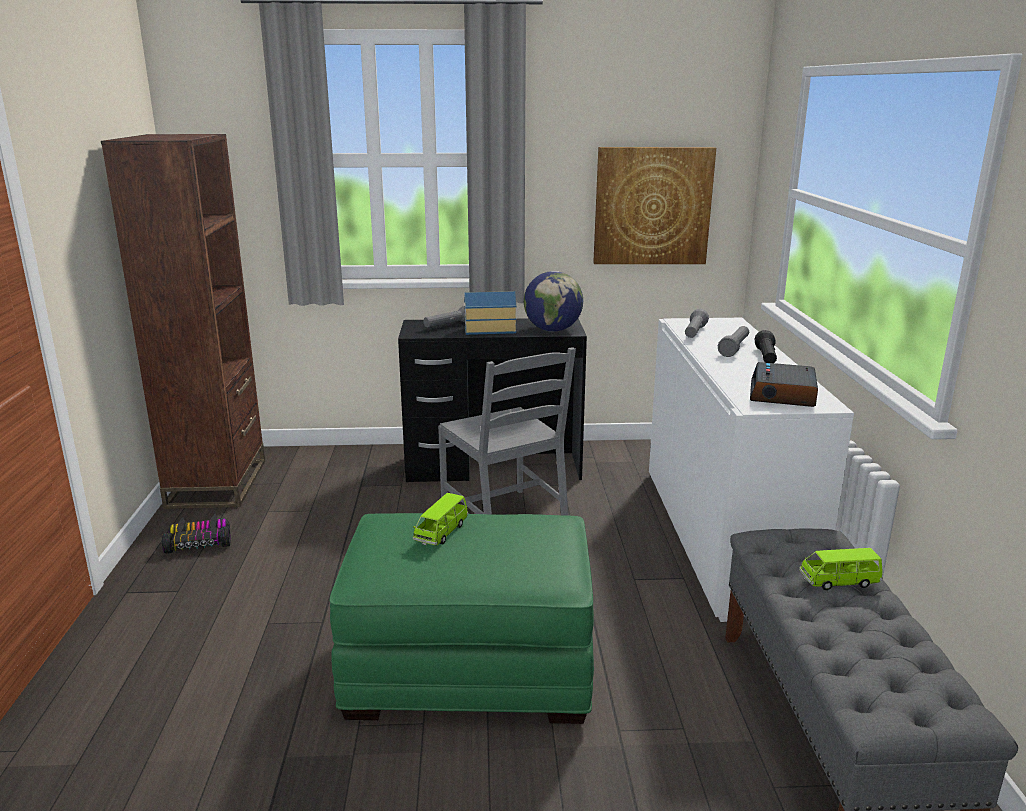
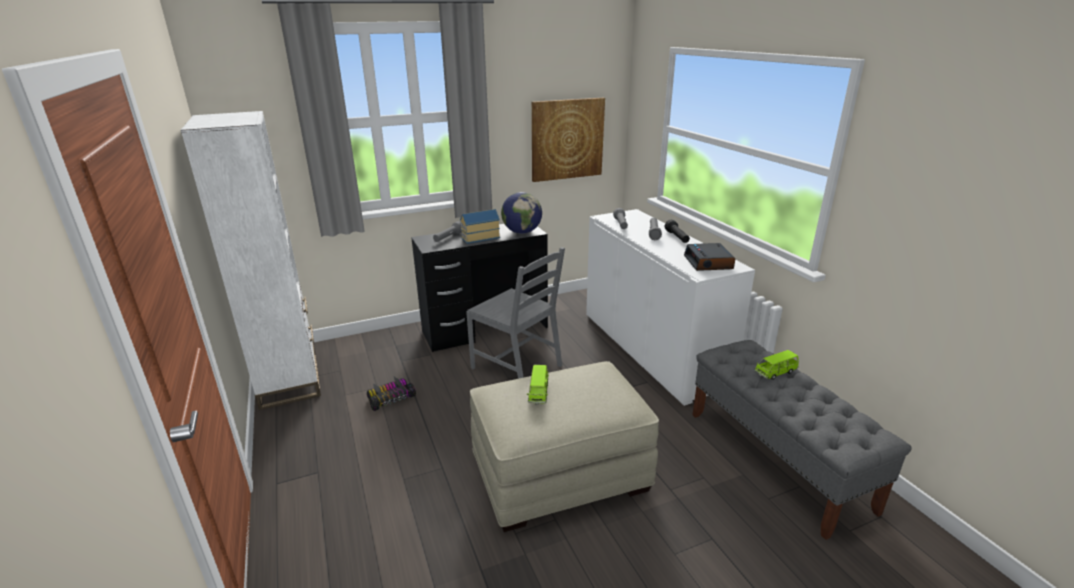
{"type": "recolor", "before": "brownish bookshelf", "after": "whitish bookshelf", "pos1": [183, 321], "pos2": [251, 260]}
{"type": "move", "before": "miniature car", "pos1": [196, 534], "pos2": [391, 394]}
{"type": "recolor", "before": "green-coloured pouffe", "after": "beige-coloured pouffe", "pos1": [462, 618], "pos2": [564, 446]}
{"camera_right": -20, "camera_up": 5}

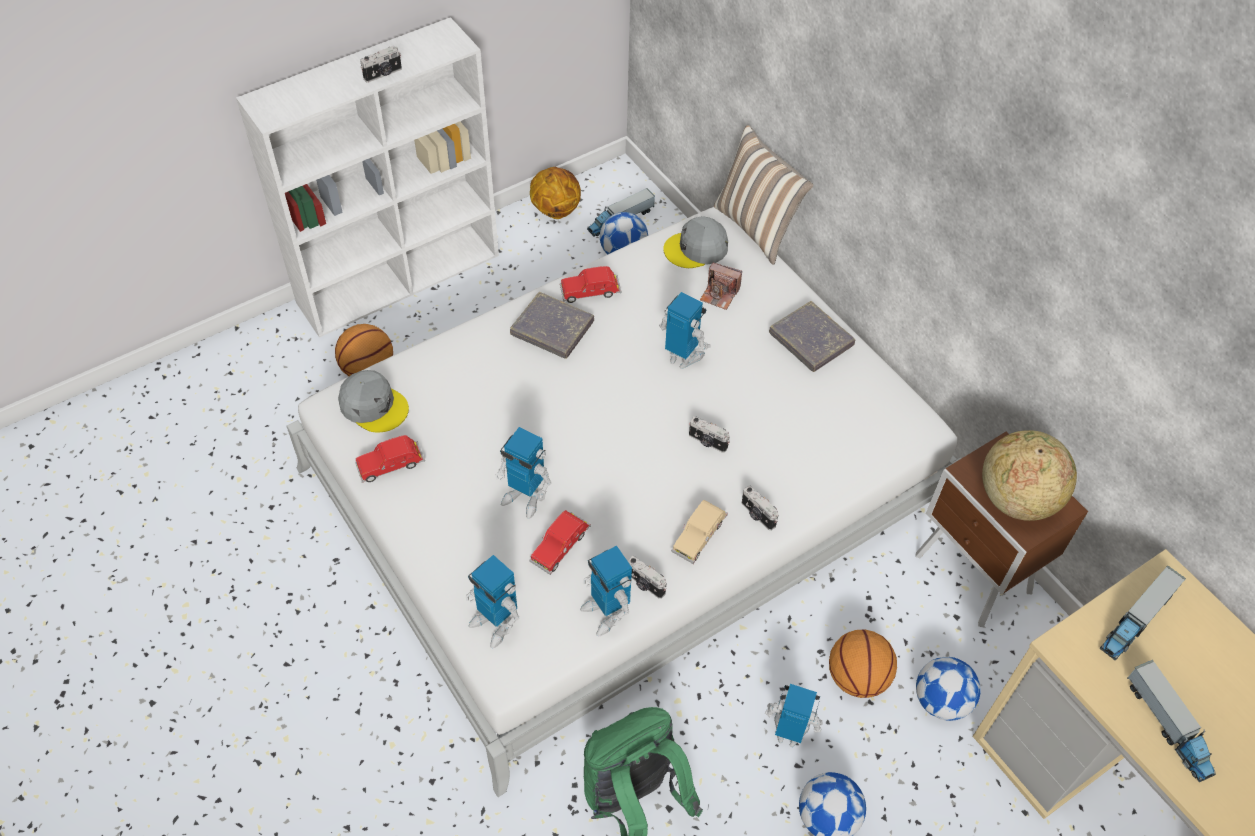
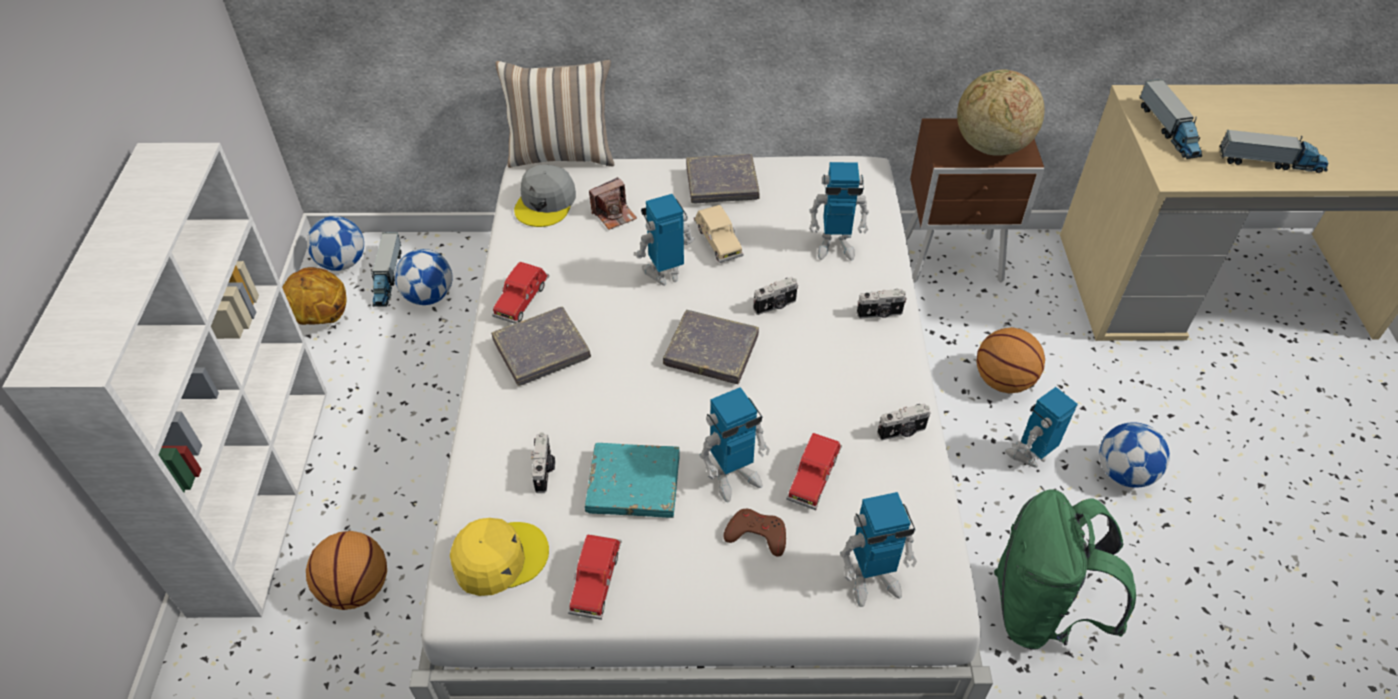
{"type": "move", "before": "ball for football", "pos1": [948, 689], "pos2": [335, 243]}
{"type": "recolor", "before": "gray baseball cap", "after": "yellow baseball cap", "pos1": [373, 401], "pos2": [499, 557]}
{"type": "move", "before": "photo camera", "pos1": [381, 64], "pos2": [543, 462]}
{"type": "insert", "after": "turquoise book", "pos2": [632, 480]}
{"type": "insert", "after": "gray book", "pos2": [711, 347]}
{"type": "move", "before": "beige-coloured miniature car", "pos1": [699, 532], "pos2": [719, 234]}
{"type": "insert", "after": "brownish joypad", "pos2": [755, 533]}
{"type": "rotate", "before": "red miniature car", "pos1": [560, 542], "pos2": [814, 471], "turn": 45}
{"type": "move", "before": "toy robot", "pos1": [606, 590], "pos2": [839, 211]}
{"camera_right": -55, "camera_up": -5}

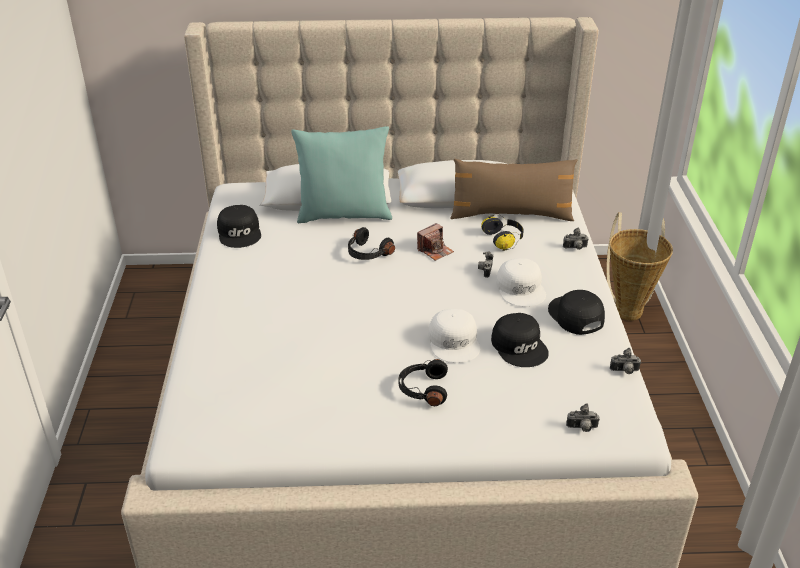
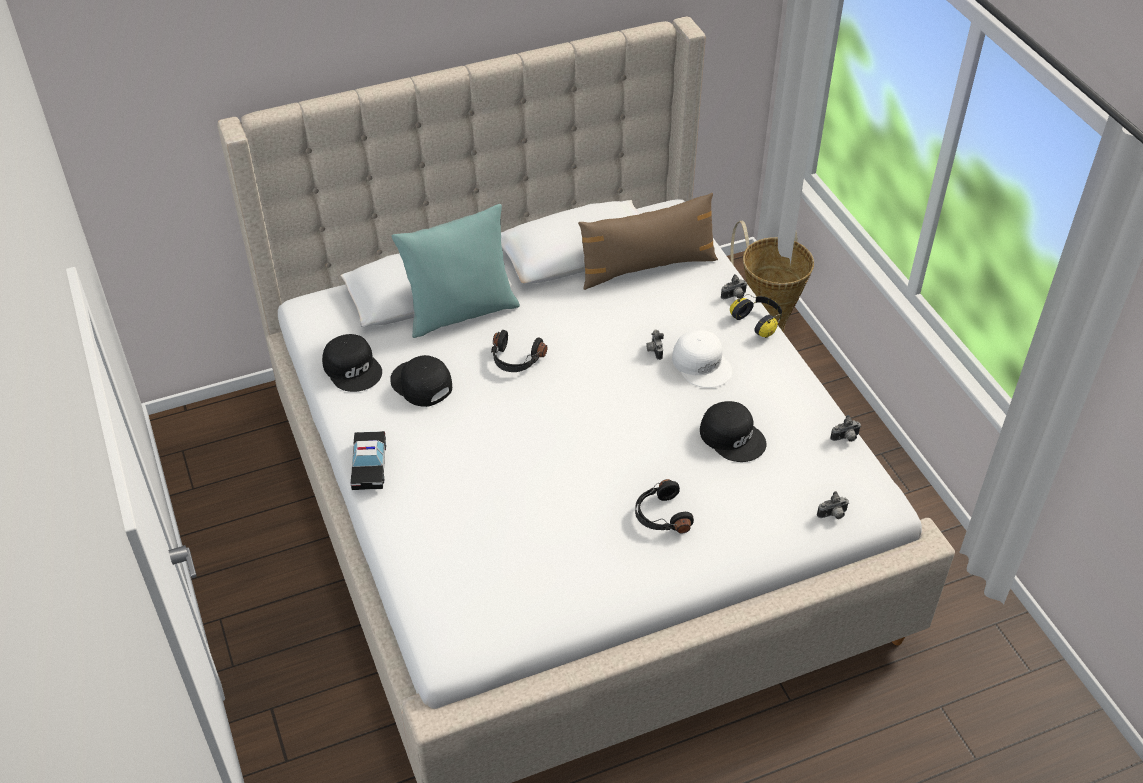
{"type": "insert", "after": "miniature car", "pos2": [368, 460]}
{"type": "move", "before": "black baseball cap", "pos1": [576, 312], "pos2": [421, 381]}
{"type": "move", "before": "pair of headphones", "pos1": [502, 232], "pos2": [756, 316]}
{"type": "delete", "before": "photo camera", "pos1": [435, 242]}
{"type": "delete", "before": "whitish baseball cap", "pos1": [454, 336]}
{"camera_right": -20, "camera_up": 10}

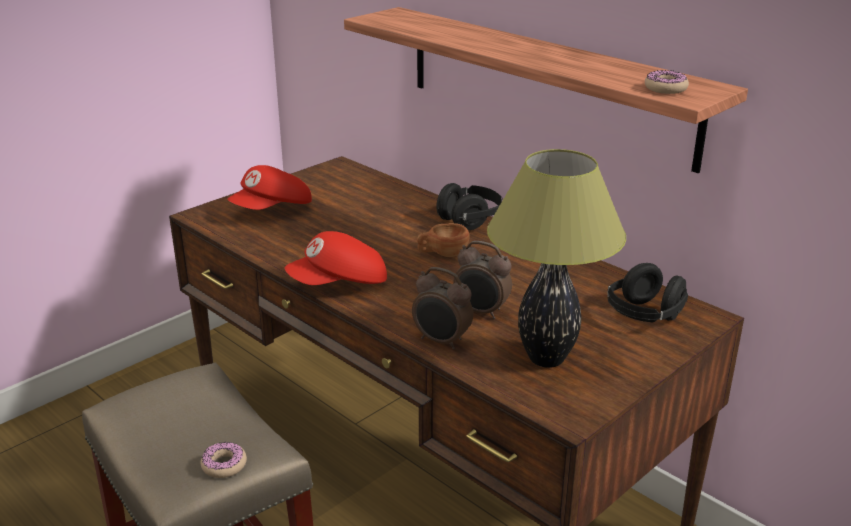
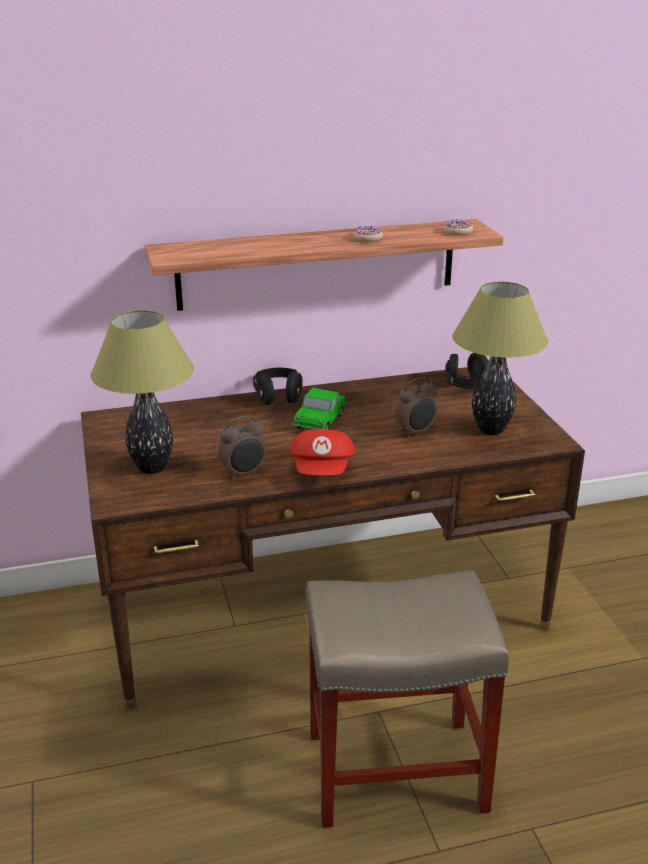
{"type": "replace", "before": "red baseball cap", "after": "table lamp", "pos1": [269, 187], "pos2": [142, 392]}
{"type": "move", "before": "table clock", "pos1": [442, 308], "pos2": [242, 447]}
{"type": "replace", "before": "brownish small cup", "after": "miniature car", "pos1": [443, 240], "pos2": [319, 409]}
{"type": "move", "before": "ring doughnut", "pos1": [223, 460], "pos2": [368, 234]}
{"camera_right": -60, "camera_up": 0}

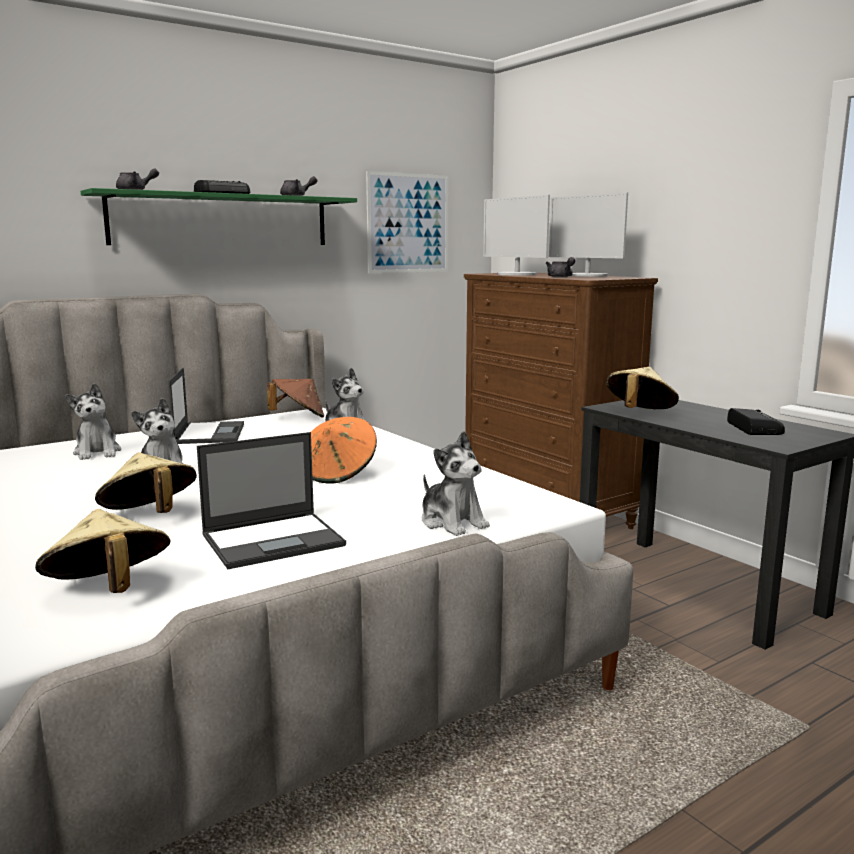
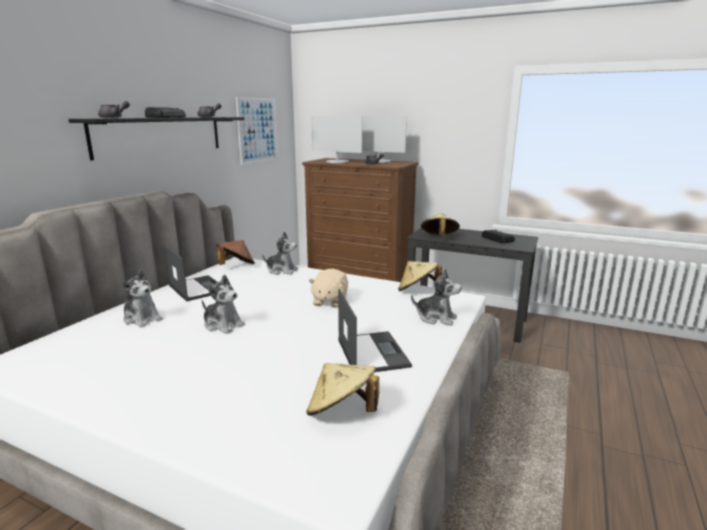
{"type": "recolor", "before": "green-coloured shelf", "after": "black shelf", "pos1": [218, 216], "pos2": [156, 138]}
{"type": "replace", "before": "orange-coloured clothing hat", "after": "beige-coloured plush toy", "pos1": [344, 450], "pos2": [328, 288]}
{"type": "rotate", "before": "portable computer", "pos1": [271, 500], "pos2": [375, 330], "turn": -45}
{"type": "move", "before": "beige-coloured clothing hat", "pos1": [146, 482], "pos2": [420, 276]}
{"camera_right": -30, "camera_up": 5}

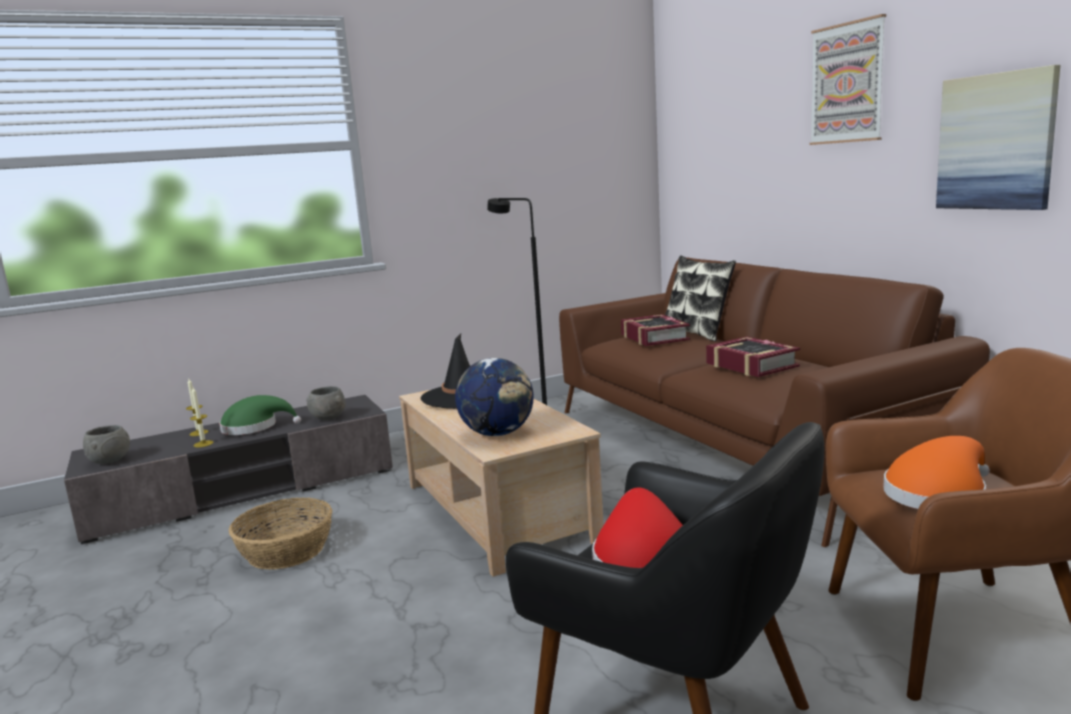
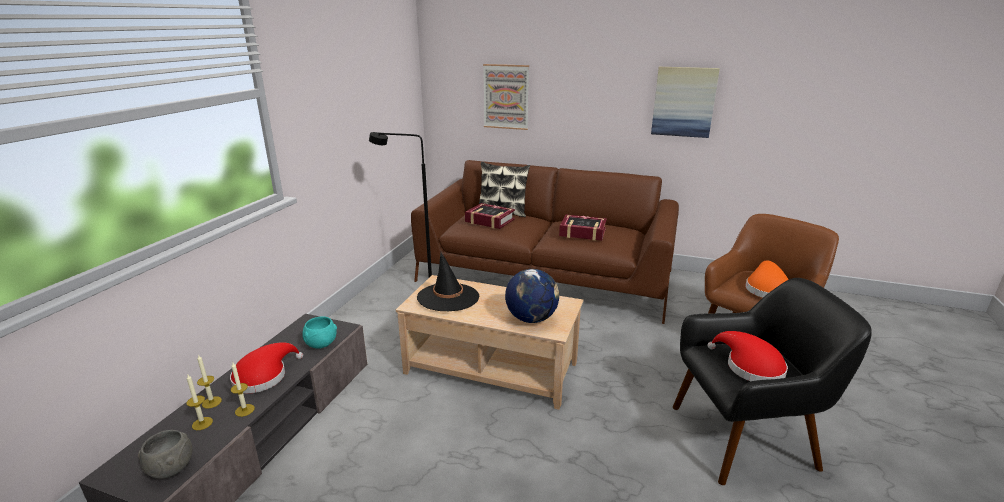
{"type": "insert", "after": "wax light", "pos2": [200, 402]}
{"type": "recolor", "before": "green-coloured clothing hat", "after": "red clothing hat", "pos1": [260, 415], "pos2": [266, 367]}
{"type": "recolor", "before": "gray serving bowl", "after": "turquoise serving bowl", "pos1": [326, 403], "pos2": [319, 332]}
{"type": "move", "before": "wall picture", "pos1": [847, 79], "pos2": [506, 97]}
{"type": "delete", "before": "basket", "pos1": [280, 534]}
{"camera_right": -45, "camera_up": 10}

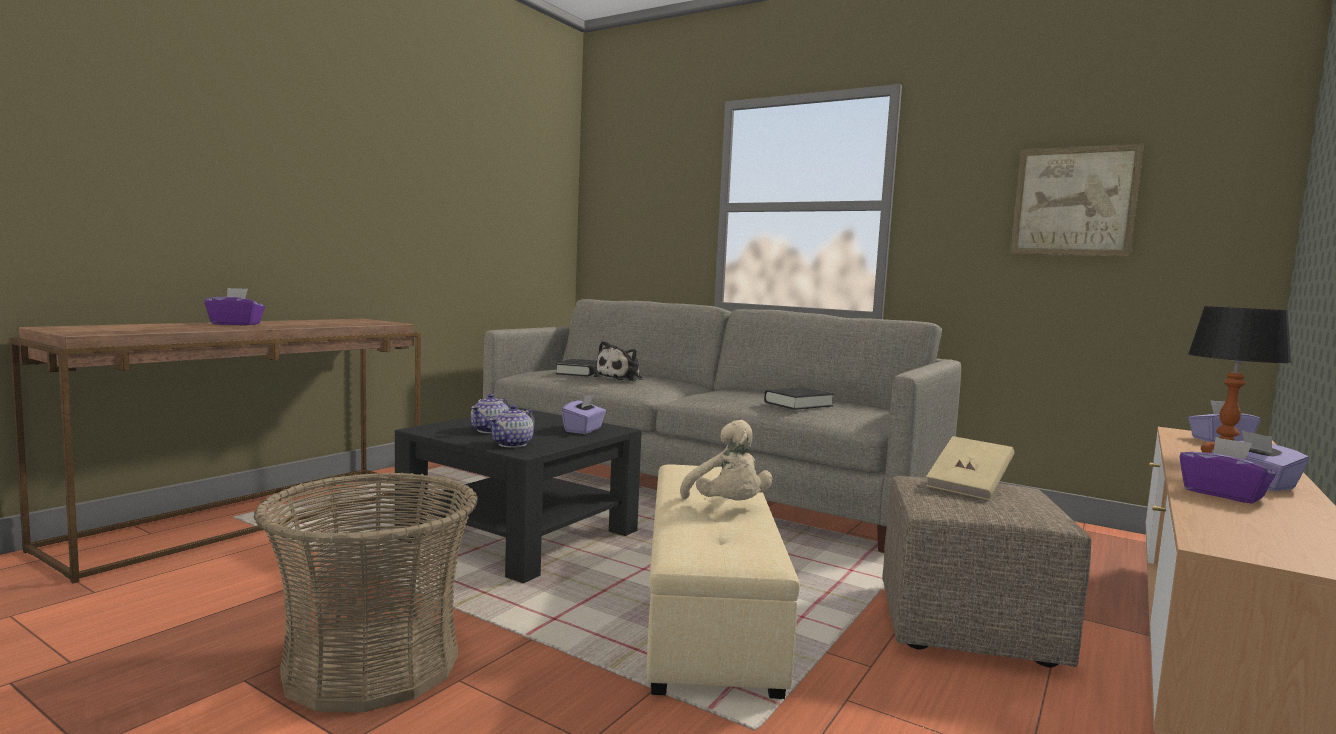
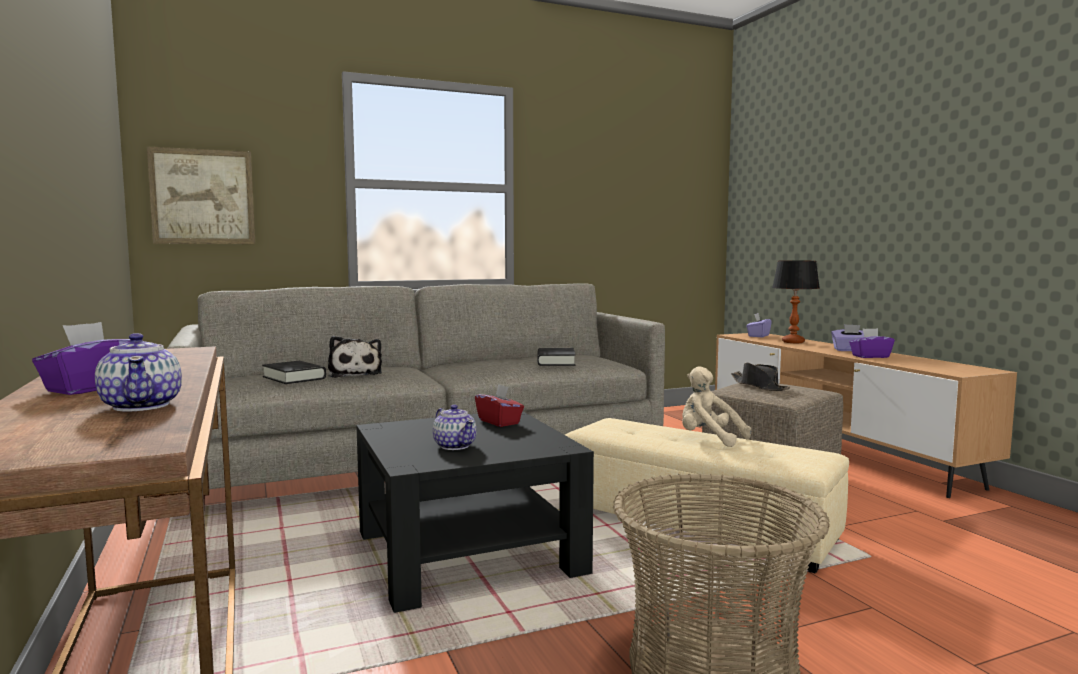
{"type": "move", "before": "tea pot", "pos1": [512, 426], "pos2": [138, 372]}
{"type": "move", "before": "wall picture", "pos1": [1077, 200], "pos2": [201, 195]}
{"type": "recolor", "before": "purplish tissue box", "after": "red tissue box", "pos1": [584, 414], "pos2": [499, 405]}
{"type": "rotate", "before": "beige-coloured plush toy", "pos1": [726, 460], "pos2": [716, 406], "turn": -150}
{"type": "replace", "before": "beige-coloured book", "after": "black clothing hat", "pos1": [970, 468], "pos2": [760, 377]}
{"camera_right": -55, "camera_up": 0}

